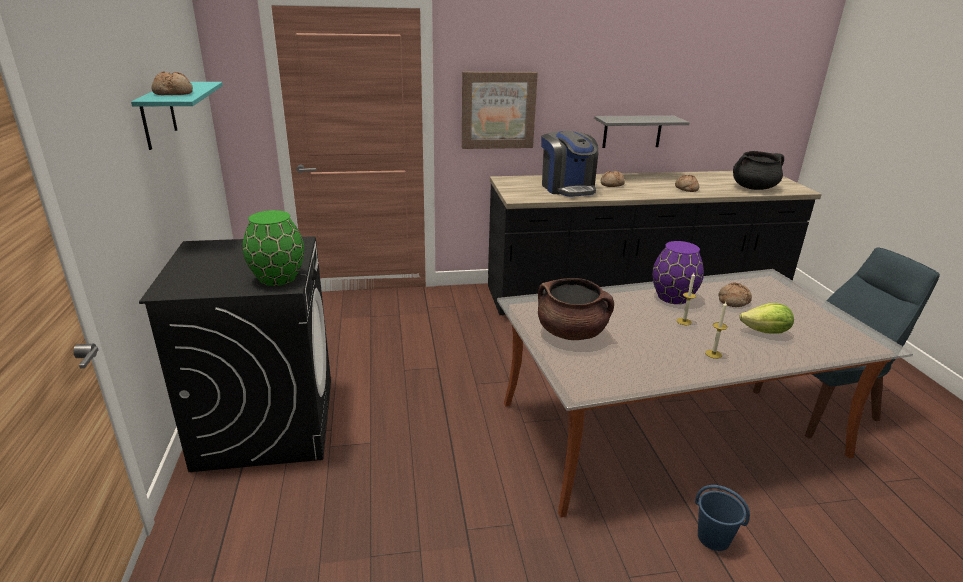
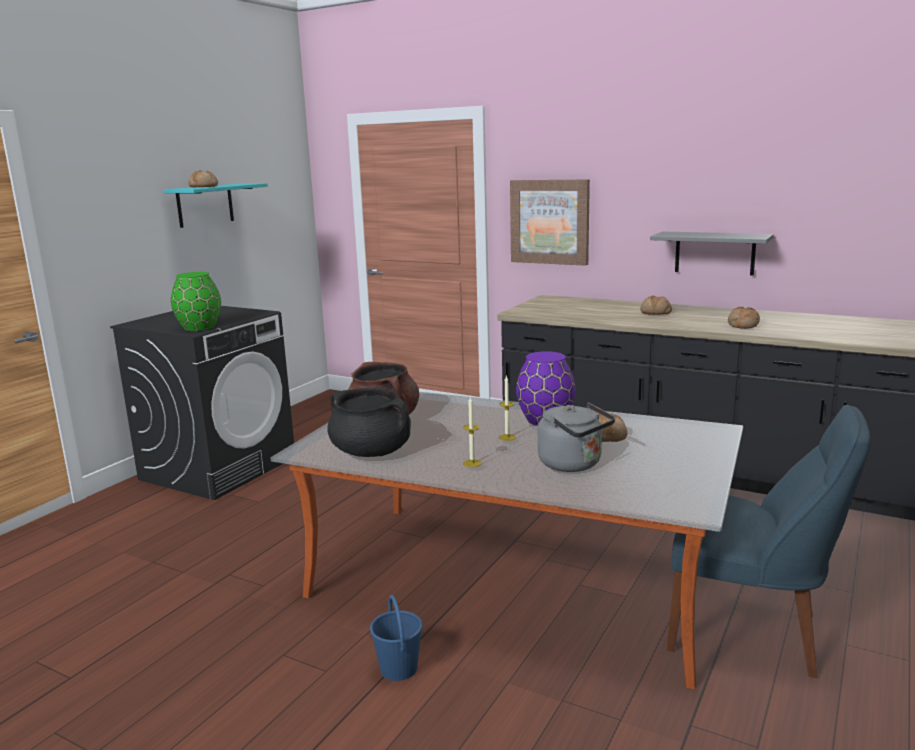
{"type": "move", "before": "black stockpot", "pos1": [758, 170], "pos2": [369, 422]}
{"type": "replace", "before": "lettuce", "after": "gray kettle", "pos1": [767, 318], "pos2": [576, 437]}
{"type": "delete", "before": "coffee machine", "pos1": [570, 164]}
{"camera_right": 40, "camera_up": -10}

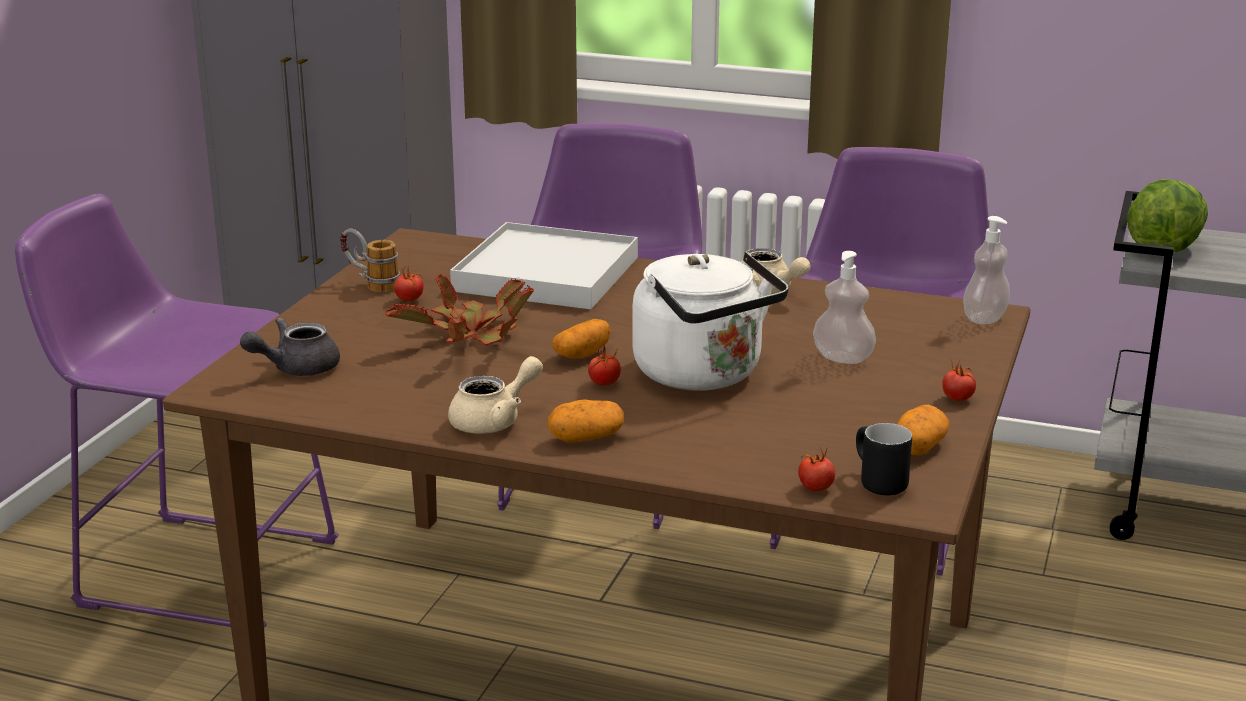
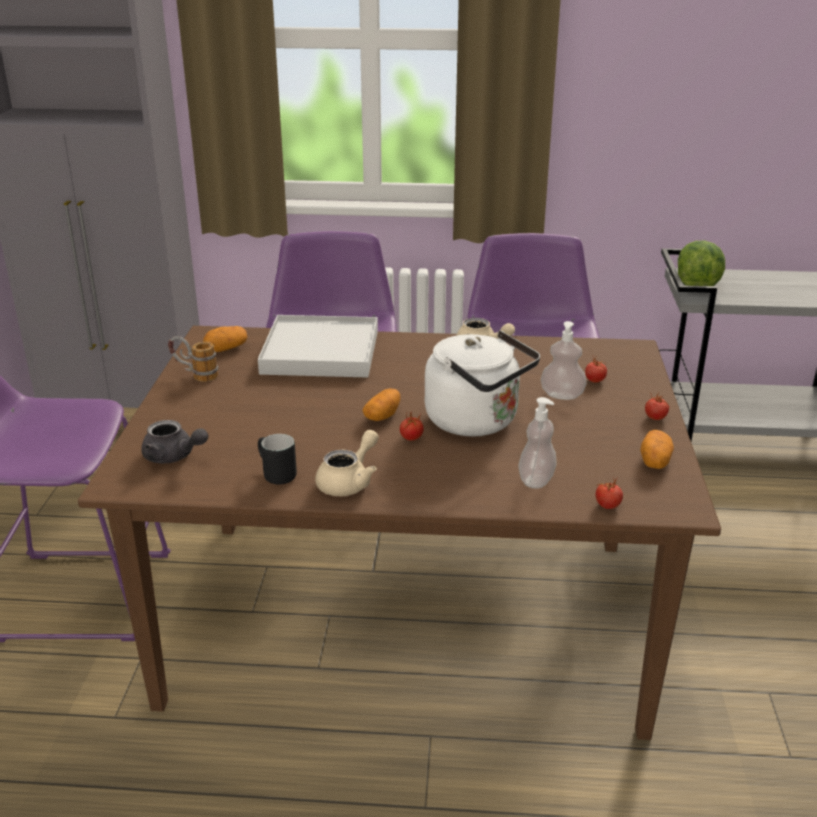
{"type": "rotate", "before": "gray tea pot", "pos1": [290, 347], "pos2": [174, 441], "turn": -105}
{"type": "move", "before": "whole potato", "pos1": [585, 421], "pos2": [225, 339]}
{"type": "move", "before": "black coffee mug", "pos1": [884, 459], "pos2": [277, 459]}
{"type": "move", "before": "soap bottle", "pos1": [986, 270], "pos2": [538, 443]}
{"type": "move", "before": "fresh tomato", "pos1": [409, 283], "pos2": [596, 369]}
{"type": "delete", "before": "potted plant", "pos1": [460, 309]}
{"camera_right": -15, "camera_up": 5}

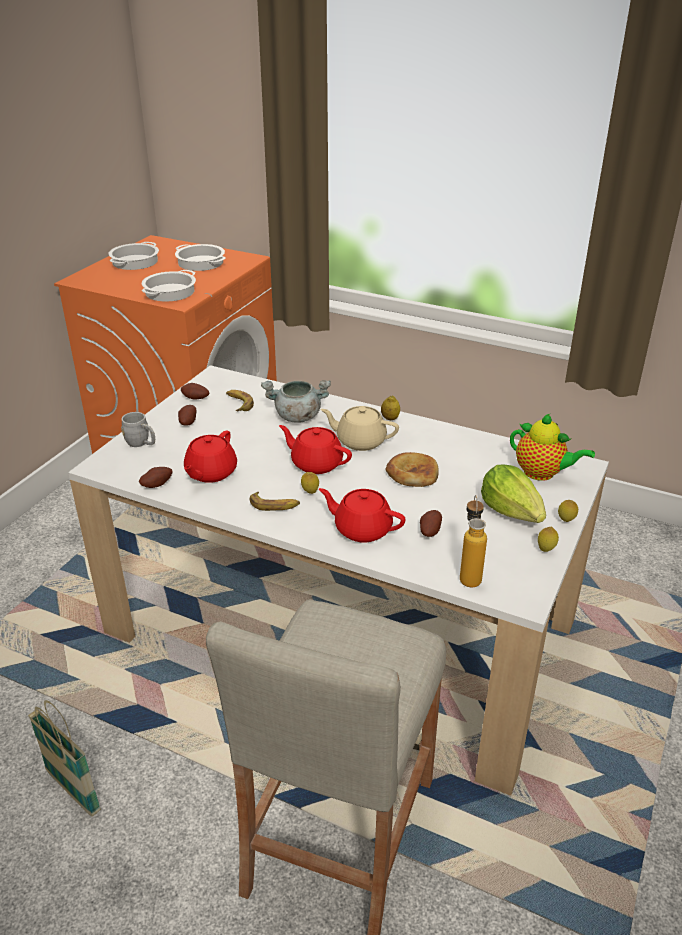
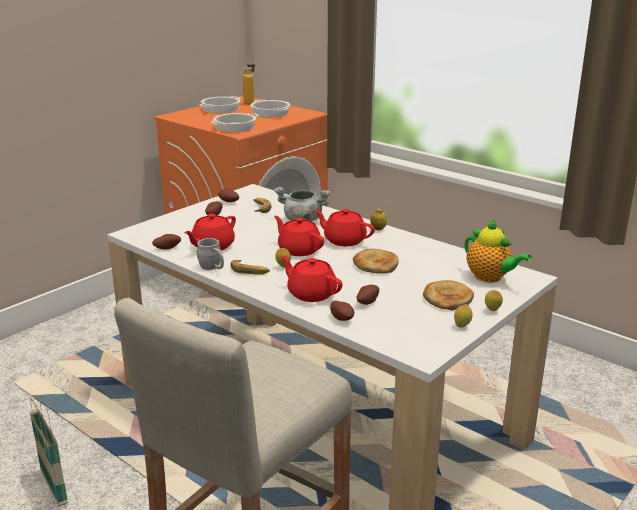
{"type": "move", "before": "gray coffee mug", "pos1": [138, 429], "pos2": [210, 254]}
{"type": "move", "before": "beverage bottle", "pos1": [473, 541], "pos2": [249, 82]}
{"type": "recolor", "before": "beige-coloured tea pot", "after": "red tea pot", "pos1": [359, 428], "pos2": [344, 227]}
{"type": "insert", "after": "whole potato", "pos2": [342, 311]}
{"type": "replace", "before": "lettuce", "after": "bakery bread", "pos1": [513, 493], "pos2": [448, 295]}
{"camera_right": 15, "camera_up": -10}

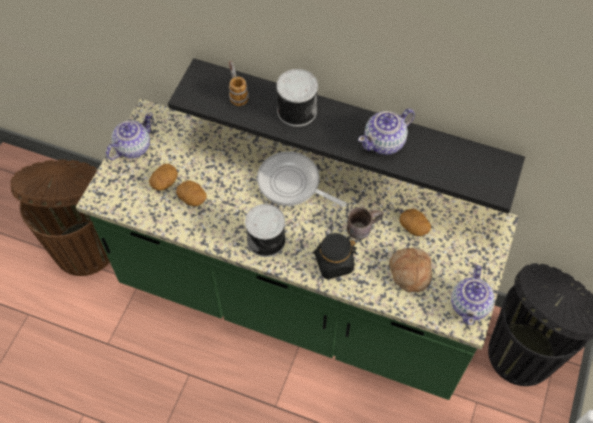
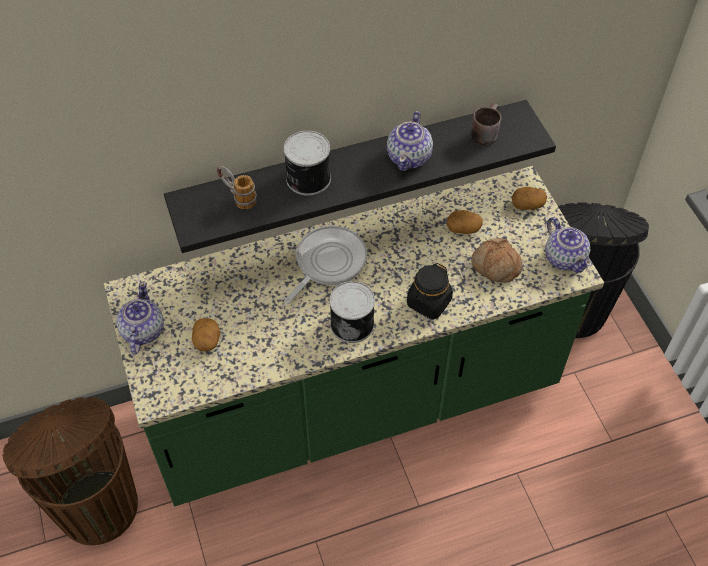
{"type": "rotate", "before": "skillet", "pos1": [301, 179], "pos2": [325, 265], "turn": 135}
{"type": "move", "before": "brownish coffee mug", "pos1": [365, 223], "pos2": [486, 124]}
{"type": "move", "before": "whole potato", "pos1": [191, 193], "pos2": [529, 198]}
{"camera_right": -40, "camera_up": -5}

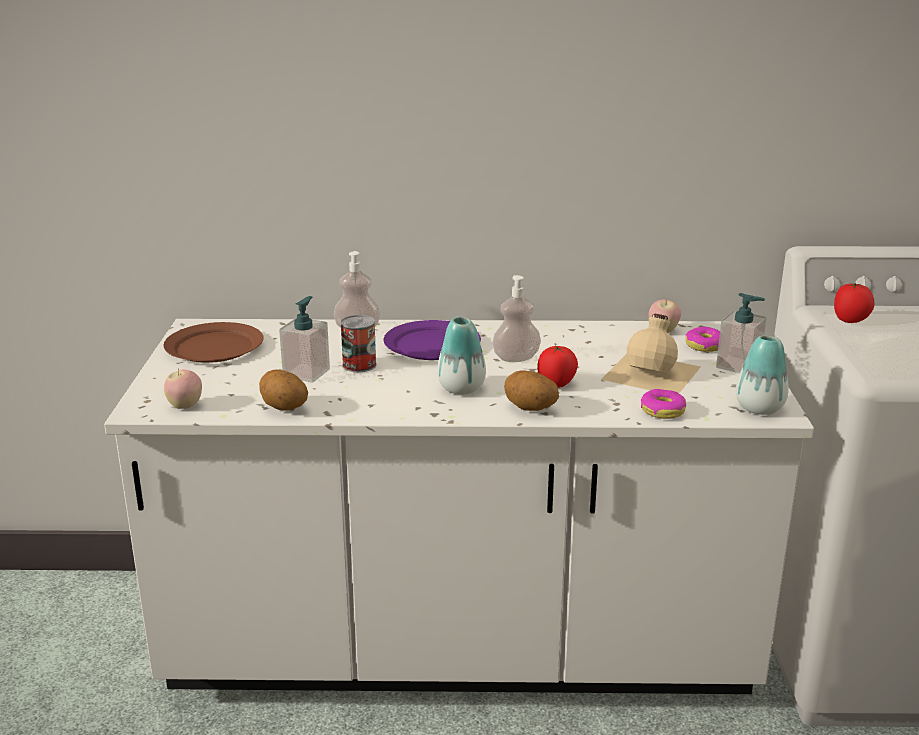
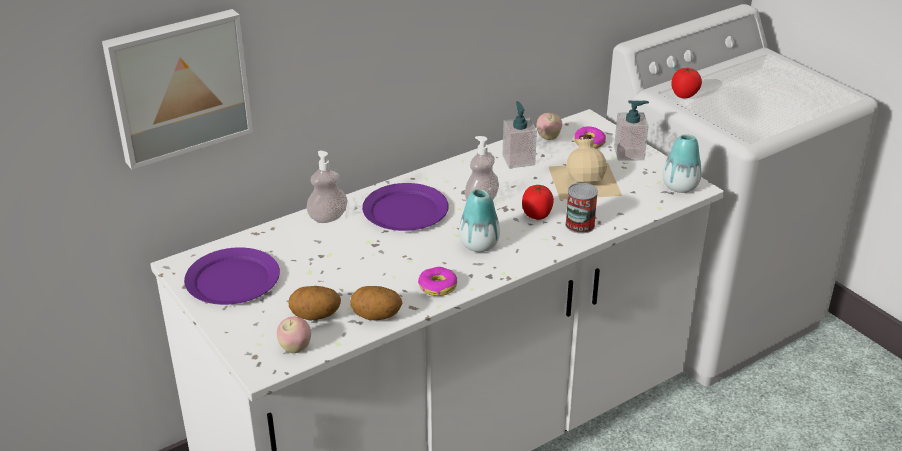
{"type": "insert", "after": "wall picture", "pos2": [177, 89]}
{"type": "recolor", "before": "brownish dinner plate", "after": "purplish dinner plate", "pos1": [213, 342], "pos2": [232, 276]}
{"type": "move", "before": "whole potato", "pos1": [532, 391], "pos2": [315, 303]}
{"type": "move", "before": "ring doughnut", "pos1": [663, 404], "pos2": [437, 281]}
{"type": "move", "before": "soap bottle", "pos1": [304, 339], "pos2": [520, 134]}
{"type": "move", "before": "sealed can", "pos1": [358, 343], "pos2": [581, 208]}
{"camera_right": -35, "camera_up": 10}

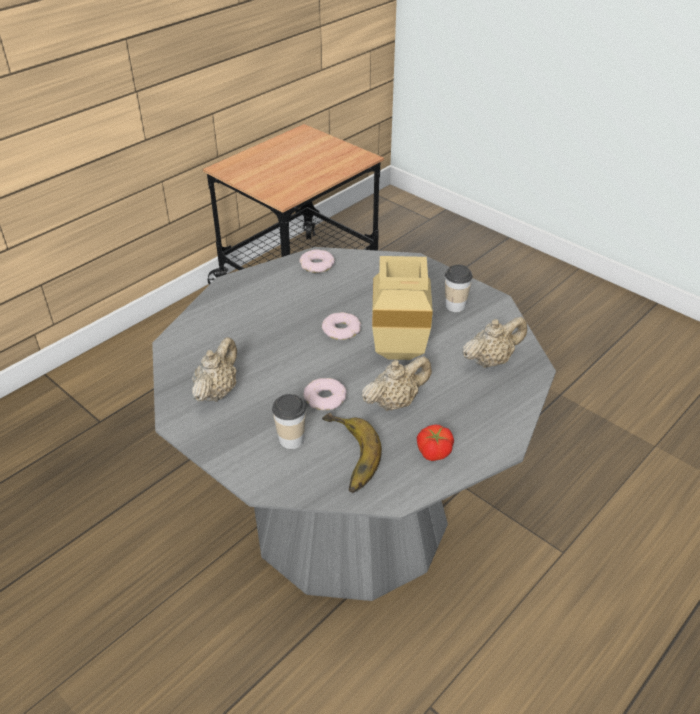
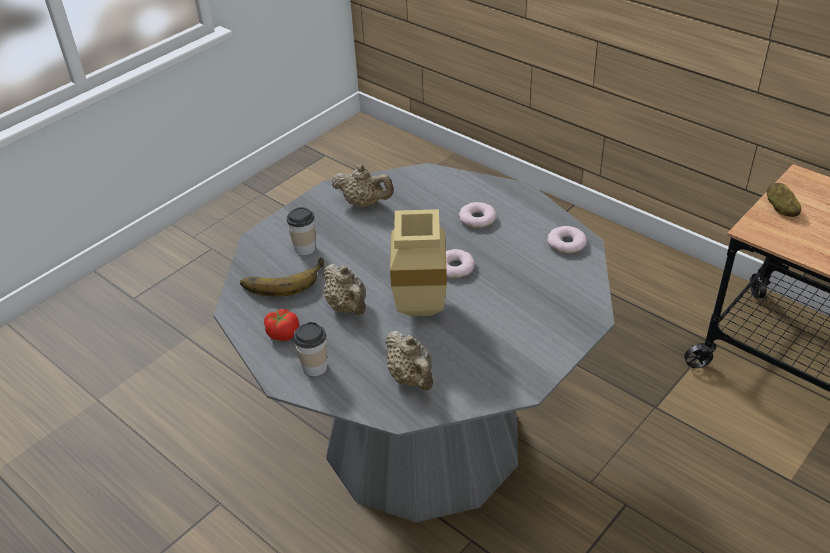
{"type": "move", "before": "small cup", "pos1": [459, 288], "pos2": [310, 349]}
{"type": "move", "before": "ring doughnut", "pos1": [325, 394], "pos2": [478, 215]}
{"type": "insert", "after": "whole potato", "pos2": [784, 200]}
{"camera_right": 90, "camera_up": 0}

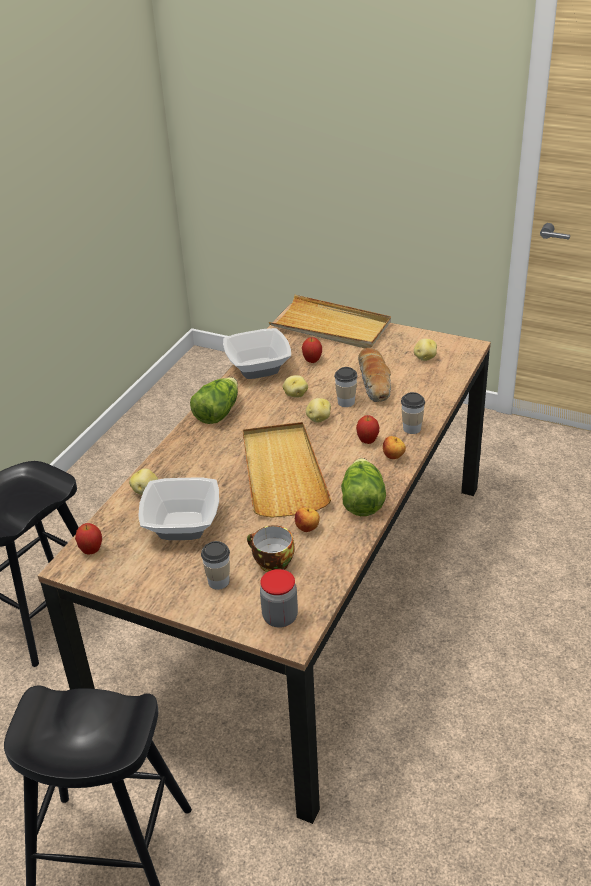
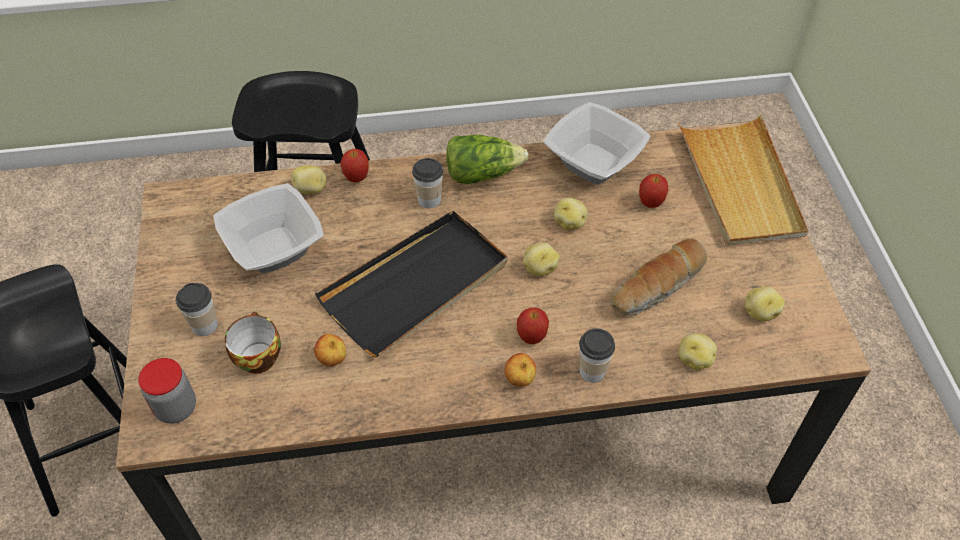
{"type": "recolor", "before": "beige-coloured tray", "after": "black tray", "pos1": [287, 470], "pos2": [411, 284]}
{"type": "move", "before": "apple", "pos1": [88, 538], "pos2": [354, 166]}
{"type": "move", "before": "small cup", "pos1": [346, 387], "pos2": [427, 183]}
{"type": "insert", "after": "whole potato", "pos2": [698, 351]}
{"type": "delete", "before": "lettuce", "pos1": [363, 487]}
{"camera_right": 55, "camera_up": 15}

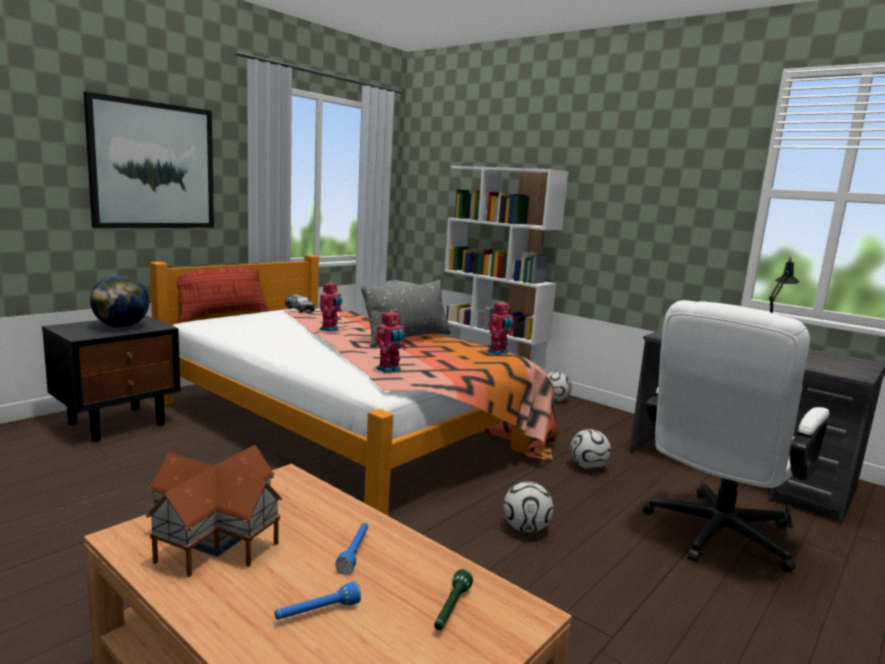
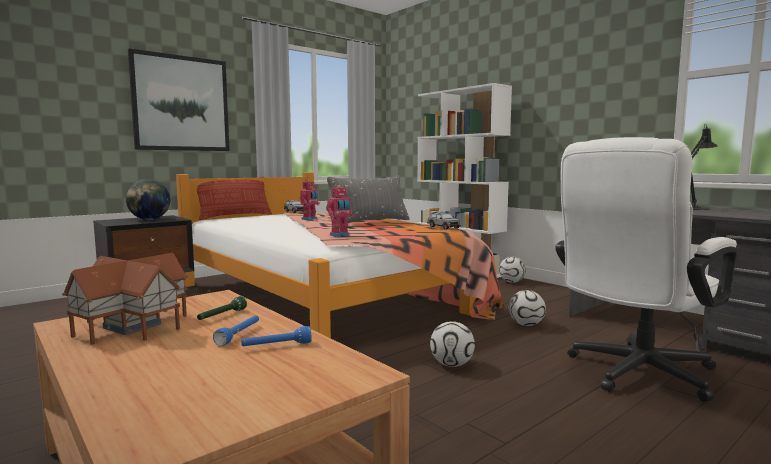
{"type": "move", "before": "green-coloured flashlight", "pos1": [453, 599], "pos2": [222, 308]}
{"type": "move", "before": "blue flashlight", "pos1": [317, 601], "pos2": [276, 336]}
{"type": "replace", "before": "toy robot", "after": "gray miniature car", "pos1": [500, 328], "pos2": [444, 221]}
{"camera_right": 10, "camera_up": -5}

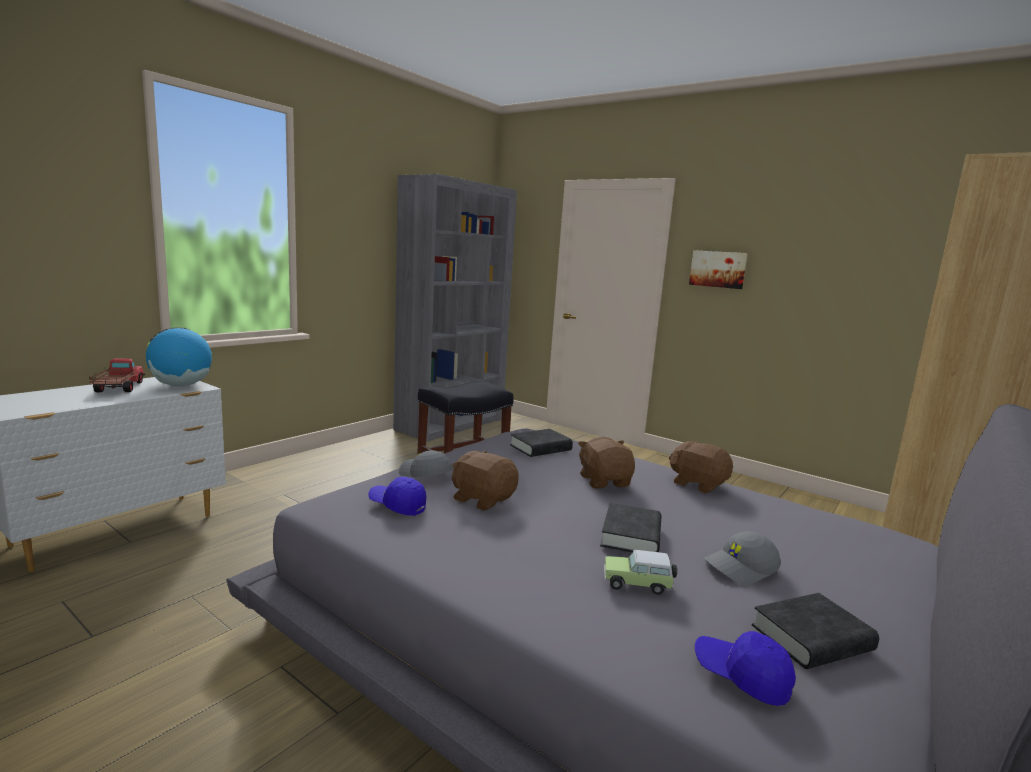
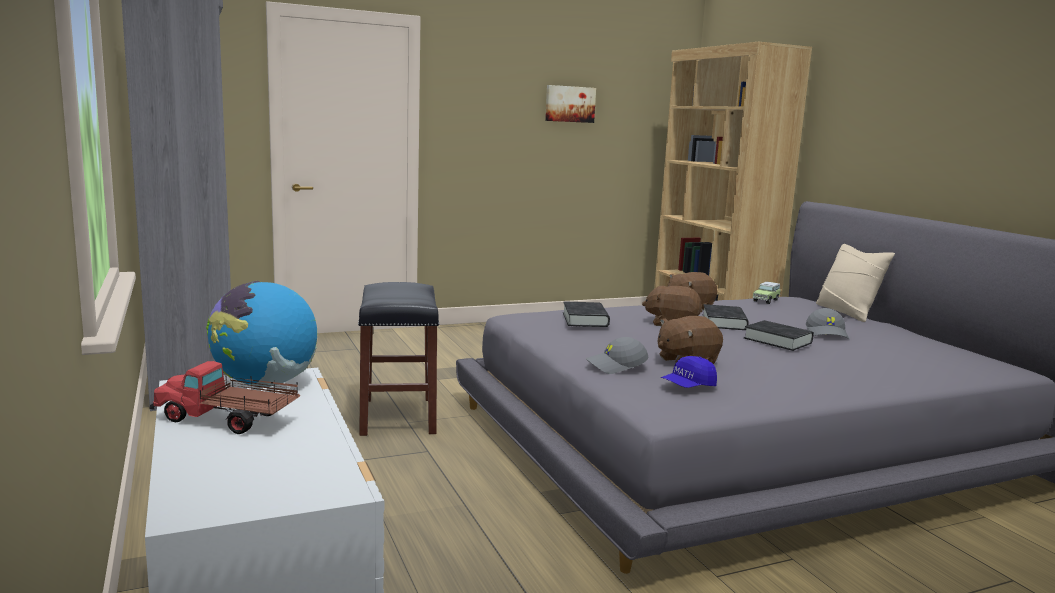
{"type": "move", "before": "wall picture", "pos1": [718, 269], "pos2": [570, 104]}
{"type": "move", "before": "black book", "pos1": [815, 631], "pos2": [726, 317]}
{"type": "move", "before": "miniature car", "pos1": [640, 572], "pos2": [767, 293]}
{"type": "insert", "after": "beige-coloured throw pillow", "pos2": [855, 283]}
{"type": "delete", "before": "blue baseball cap", "pos1": [745, 668]}
{"camera_right": -60, "camera_up": 0}

